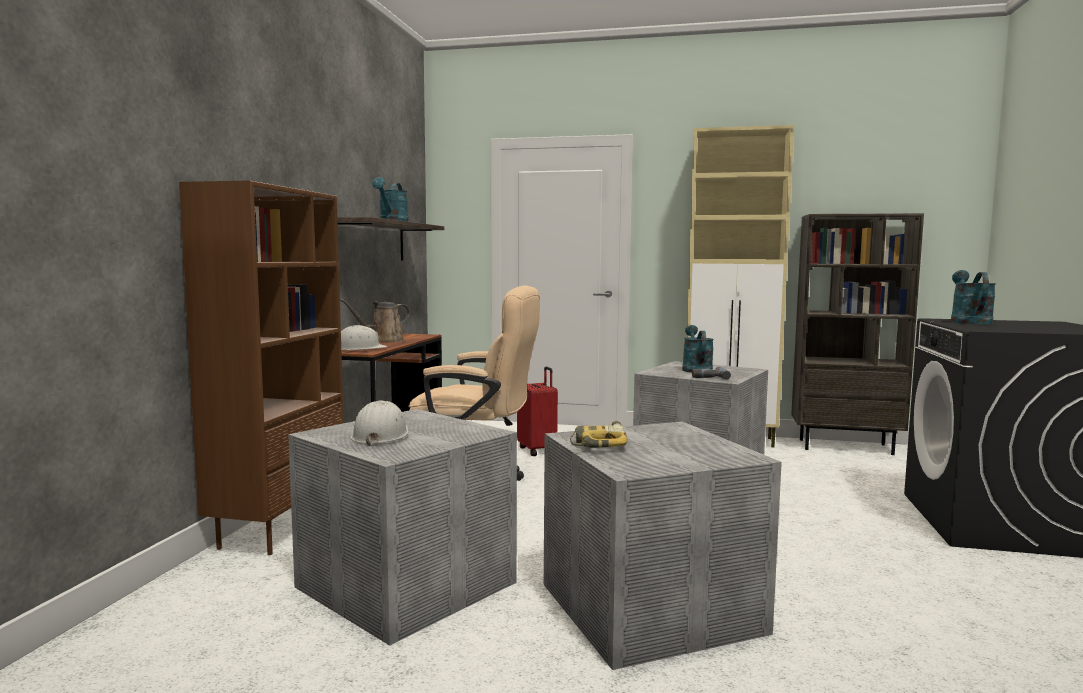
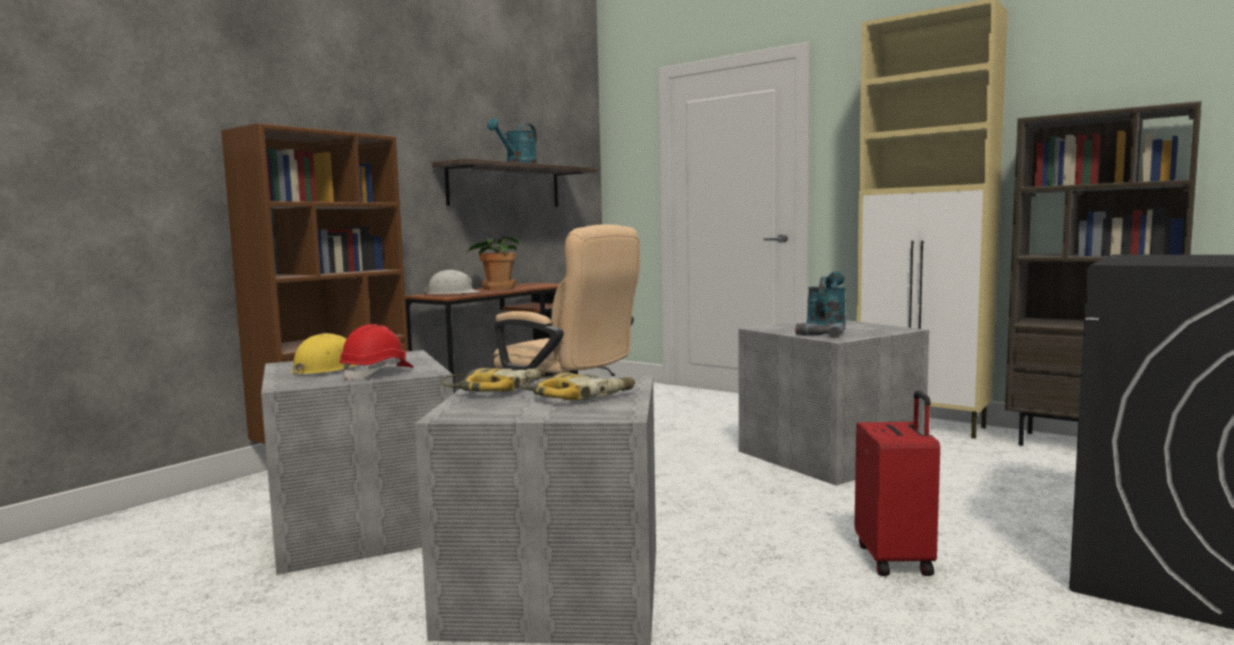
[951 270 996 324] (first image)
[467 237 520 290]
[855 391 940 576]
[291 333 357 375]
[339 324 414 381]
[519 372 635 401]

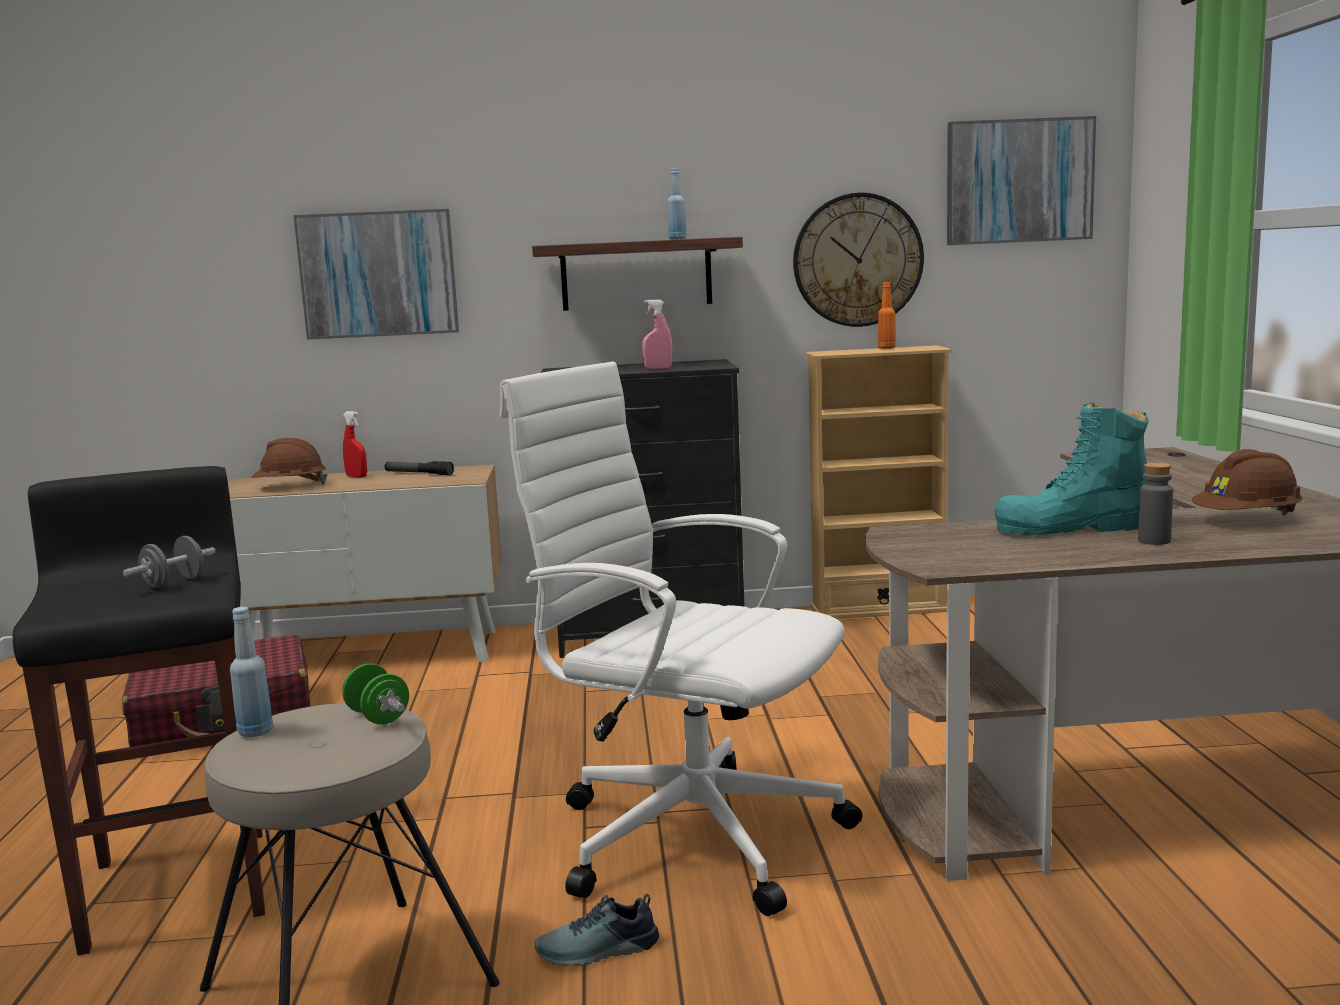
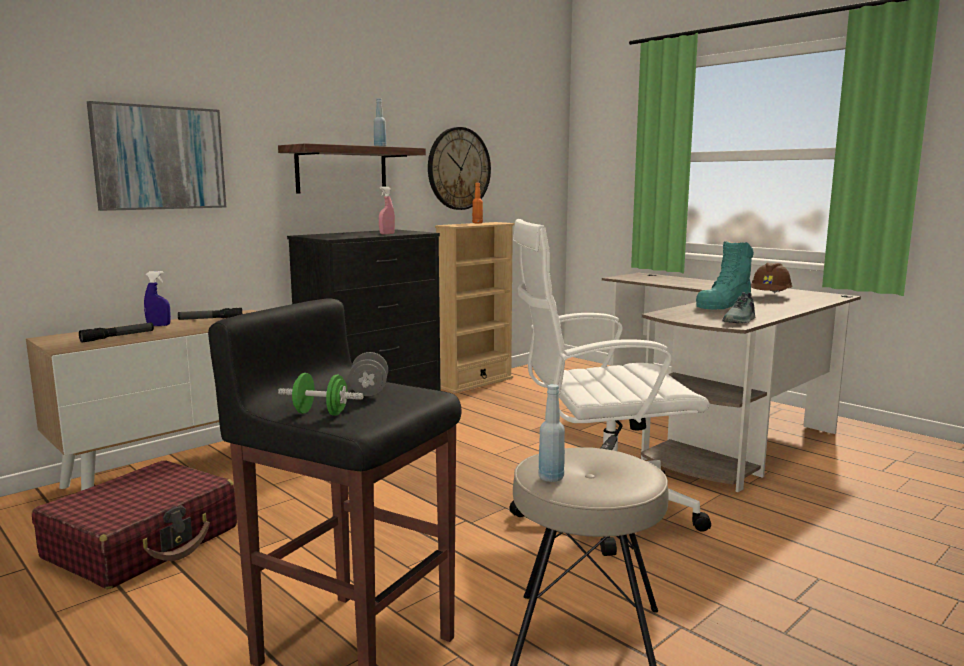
[947 116 1096 245] (first image)
[144 271 171 326]
[79 323 154 342]
[1138 463 1173 545] (first image)
[278 373 364 416]
[722 292 755 323]

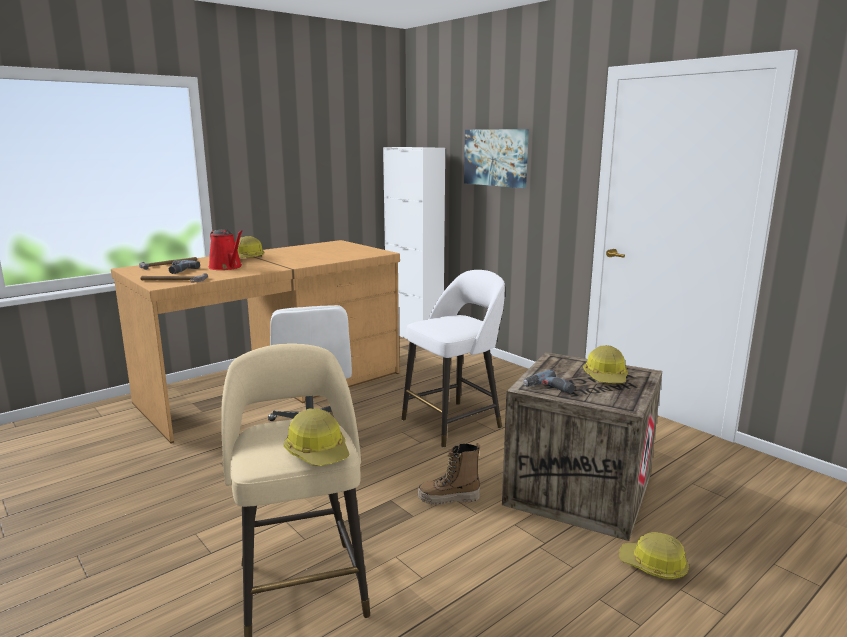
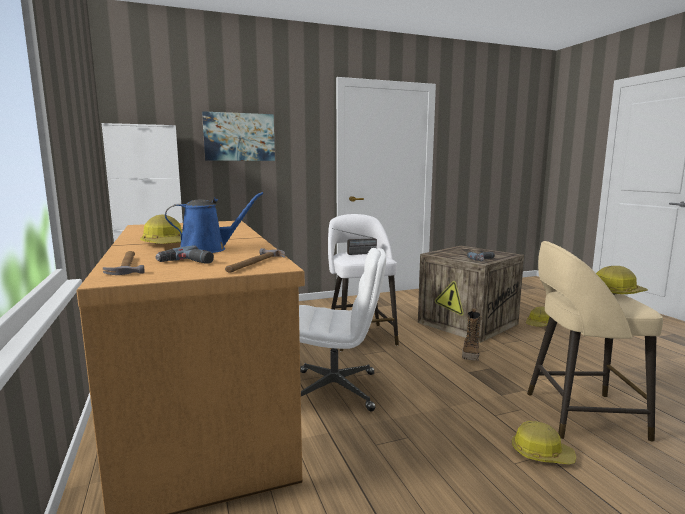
[165 192 263 253]
[512 421 576 465]
[332 228 377 255]

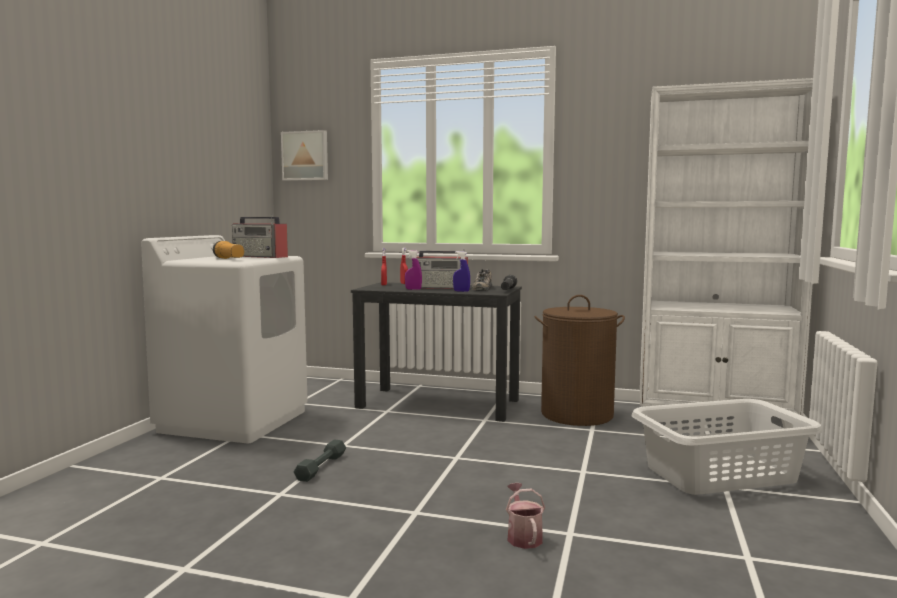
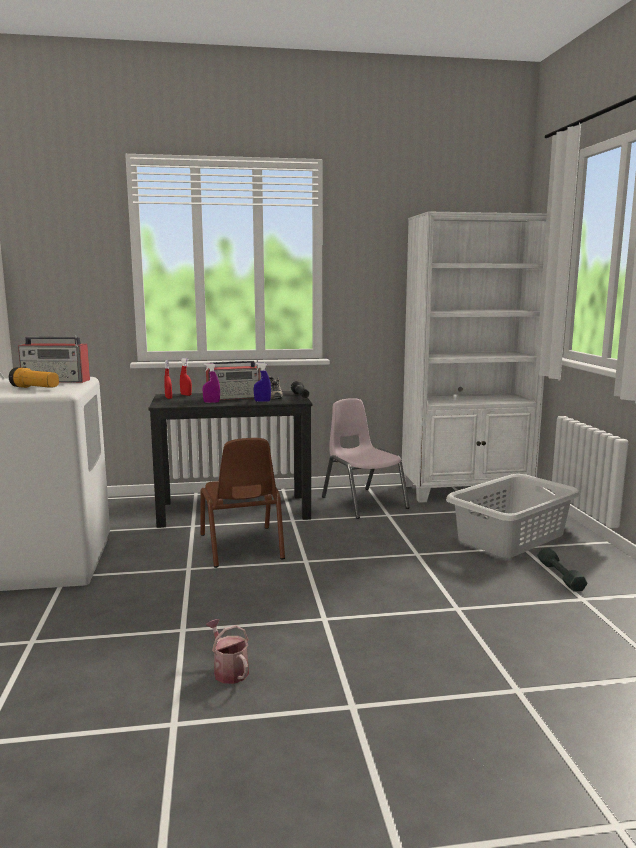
[281 130 328 181] (first image)
[322 398 410 519]
[537 548 588 591]
[206 619 249 684]
[200 438 285 568]

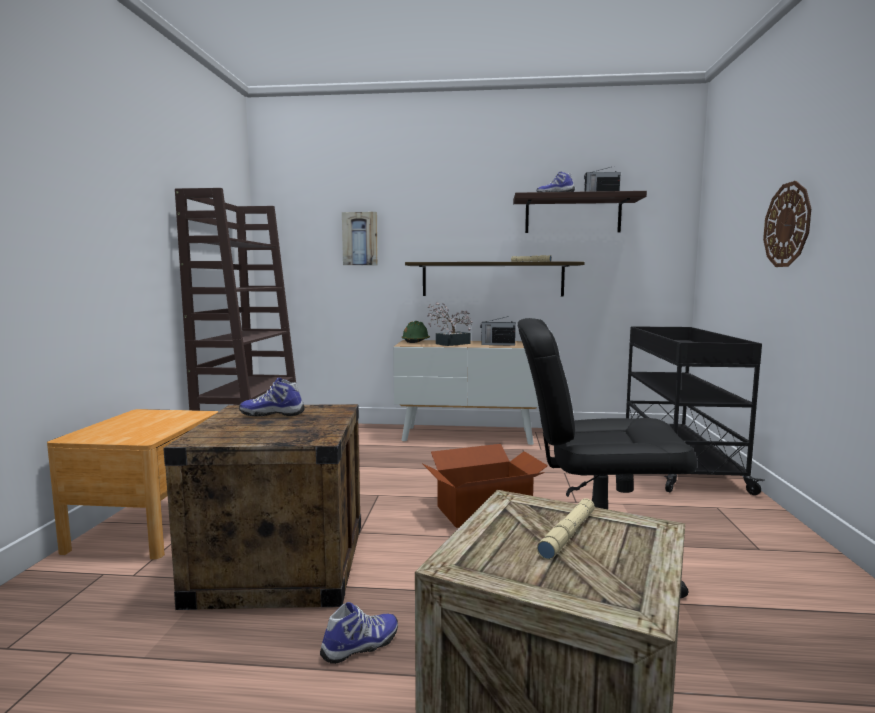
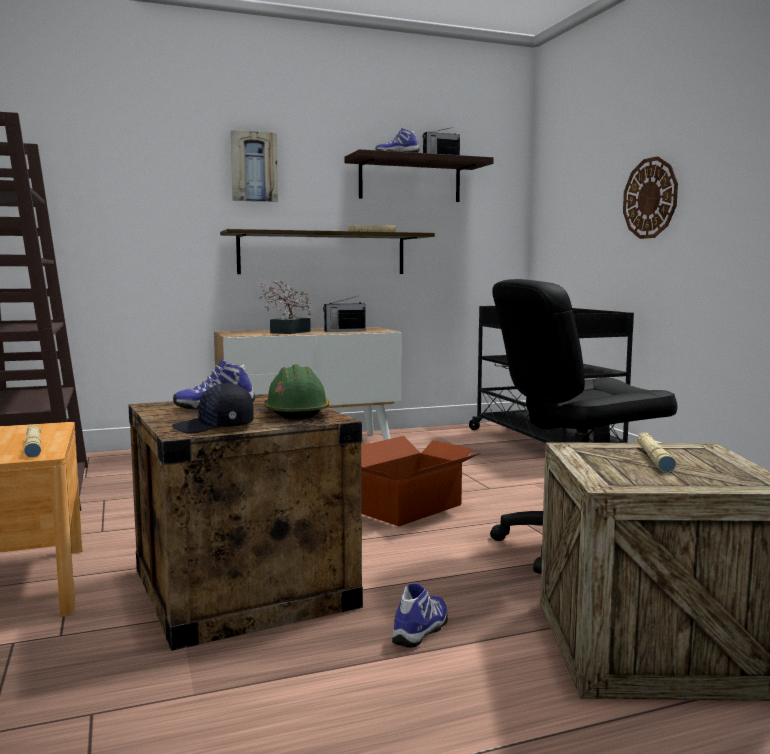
[230 130 278 202]
[264 364 330 420]
[172 383 254 433]
[24 425 41 458]

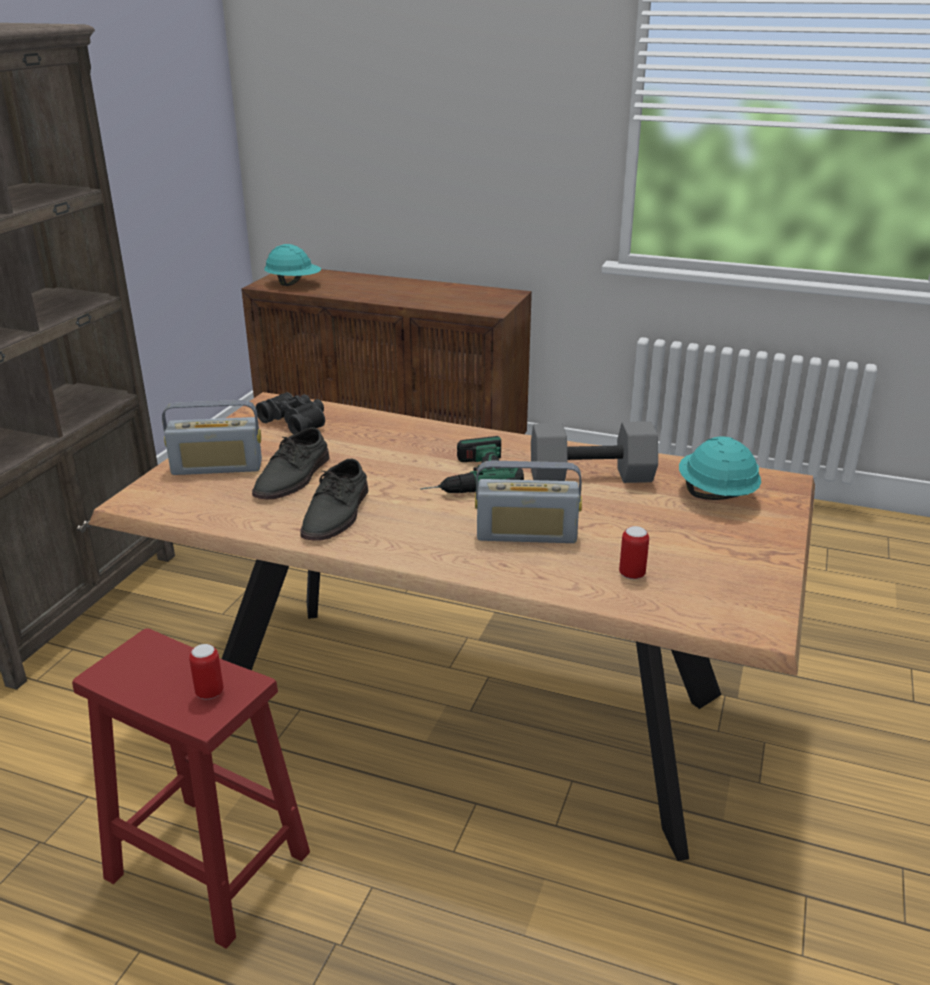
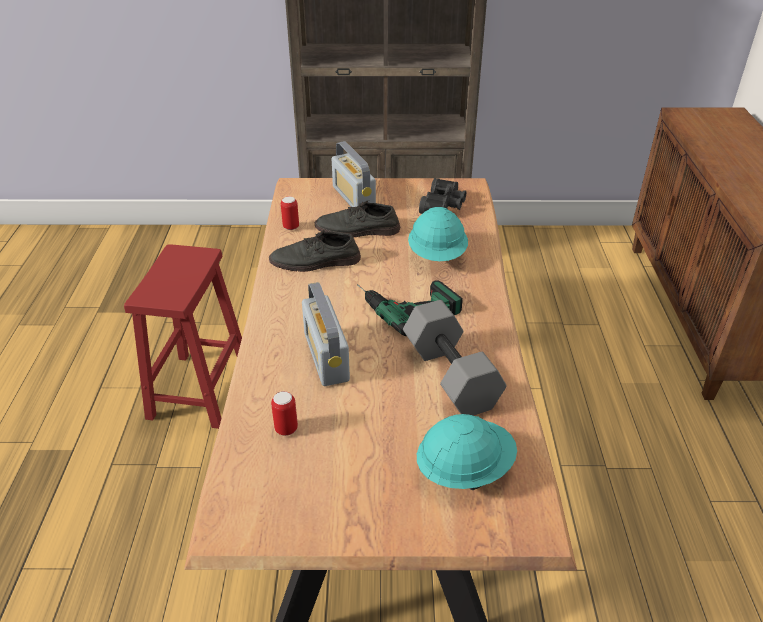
[408 207 468 261]
[281 196 299 230]

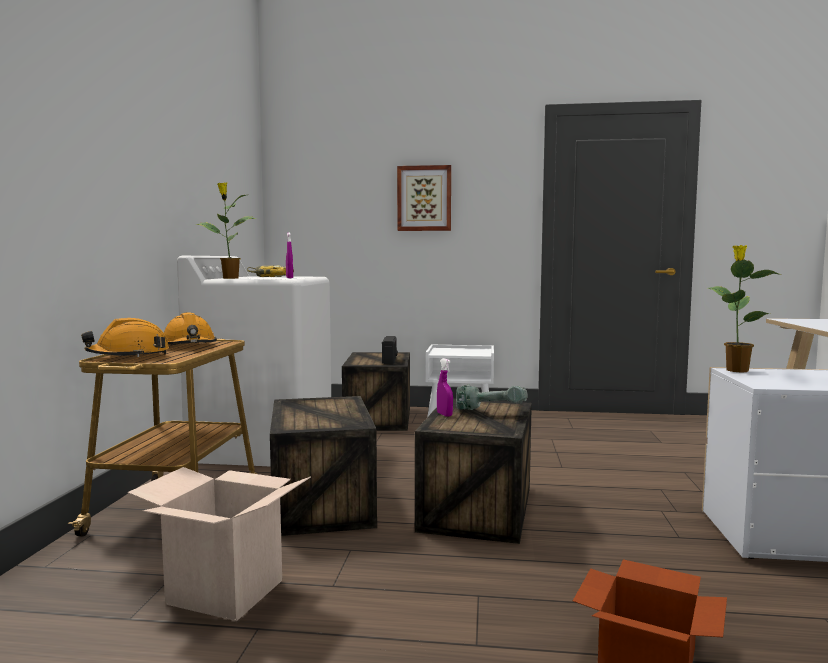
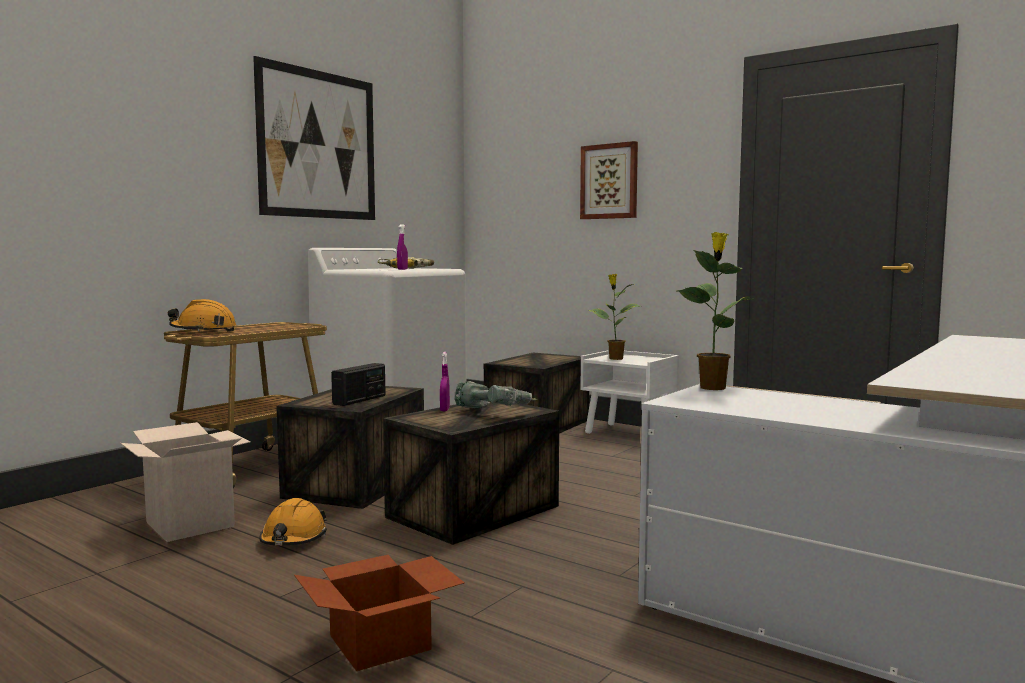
[588 274 640 360]
[259 498 327 545]
[331 363 386 406]
[253 56 375 220]

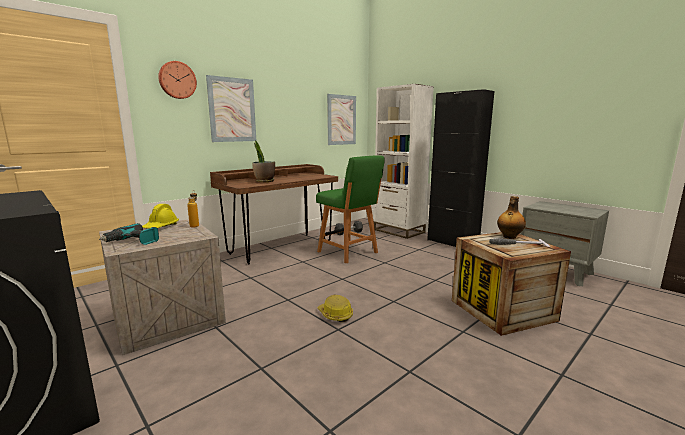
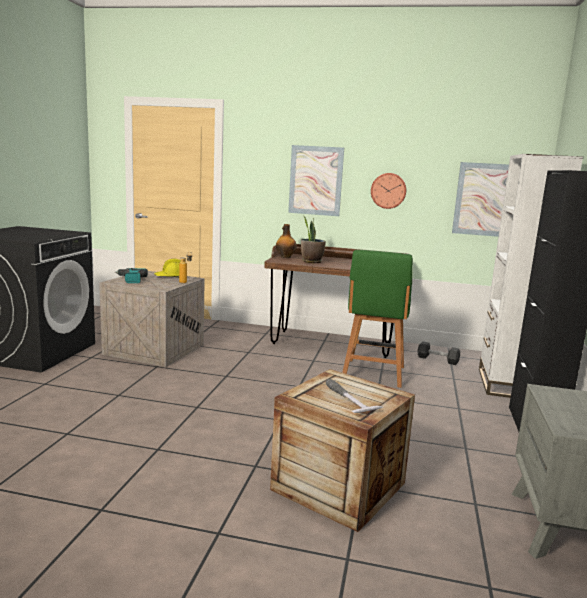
[371 173 406 209]
[276 224 297 258]
[318 294 353 322] (first image)

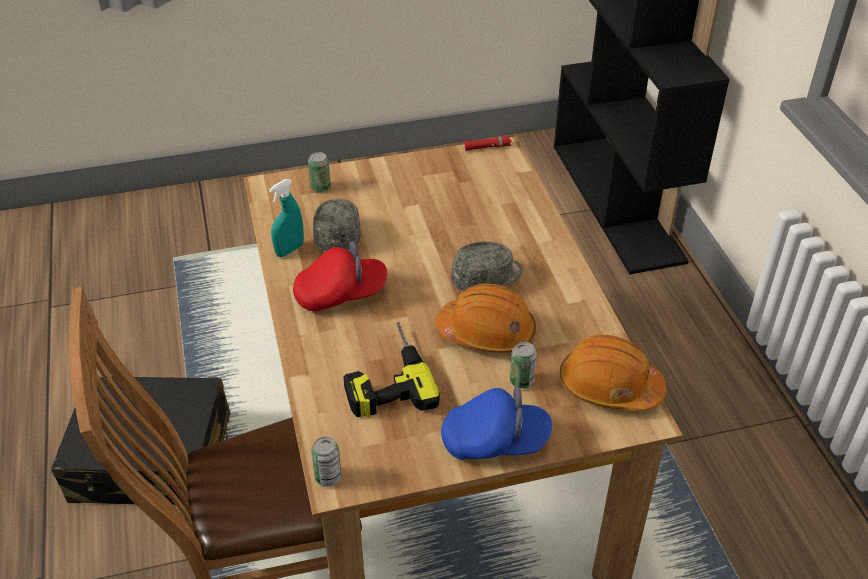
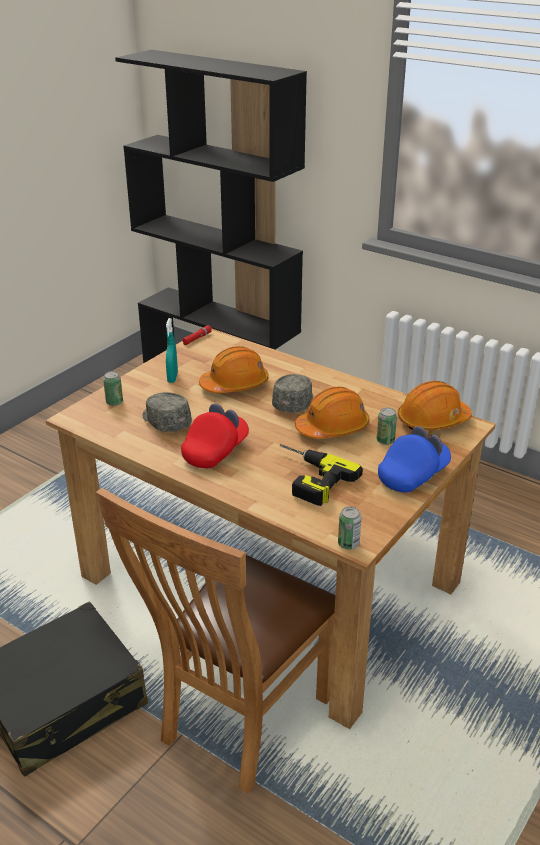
[166 318 178 383]
[199 346 269 393]

